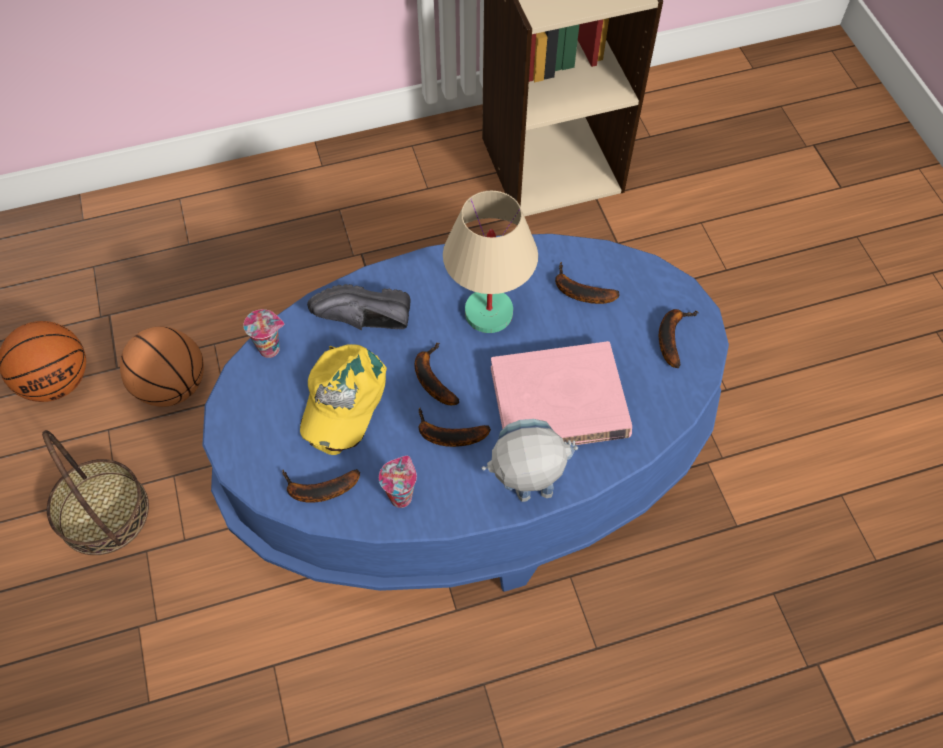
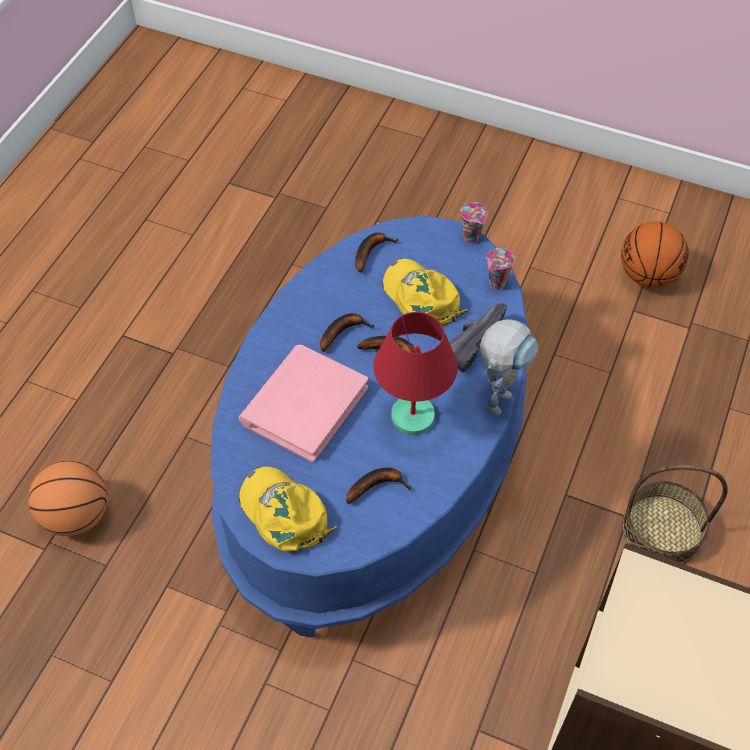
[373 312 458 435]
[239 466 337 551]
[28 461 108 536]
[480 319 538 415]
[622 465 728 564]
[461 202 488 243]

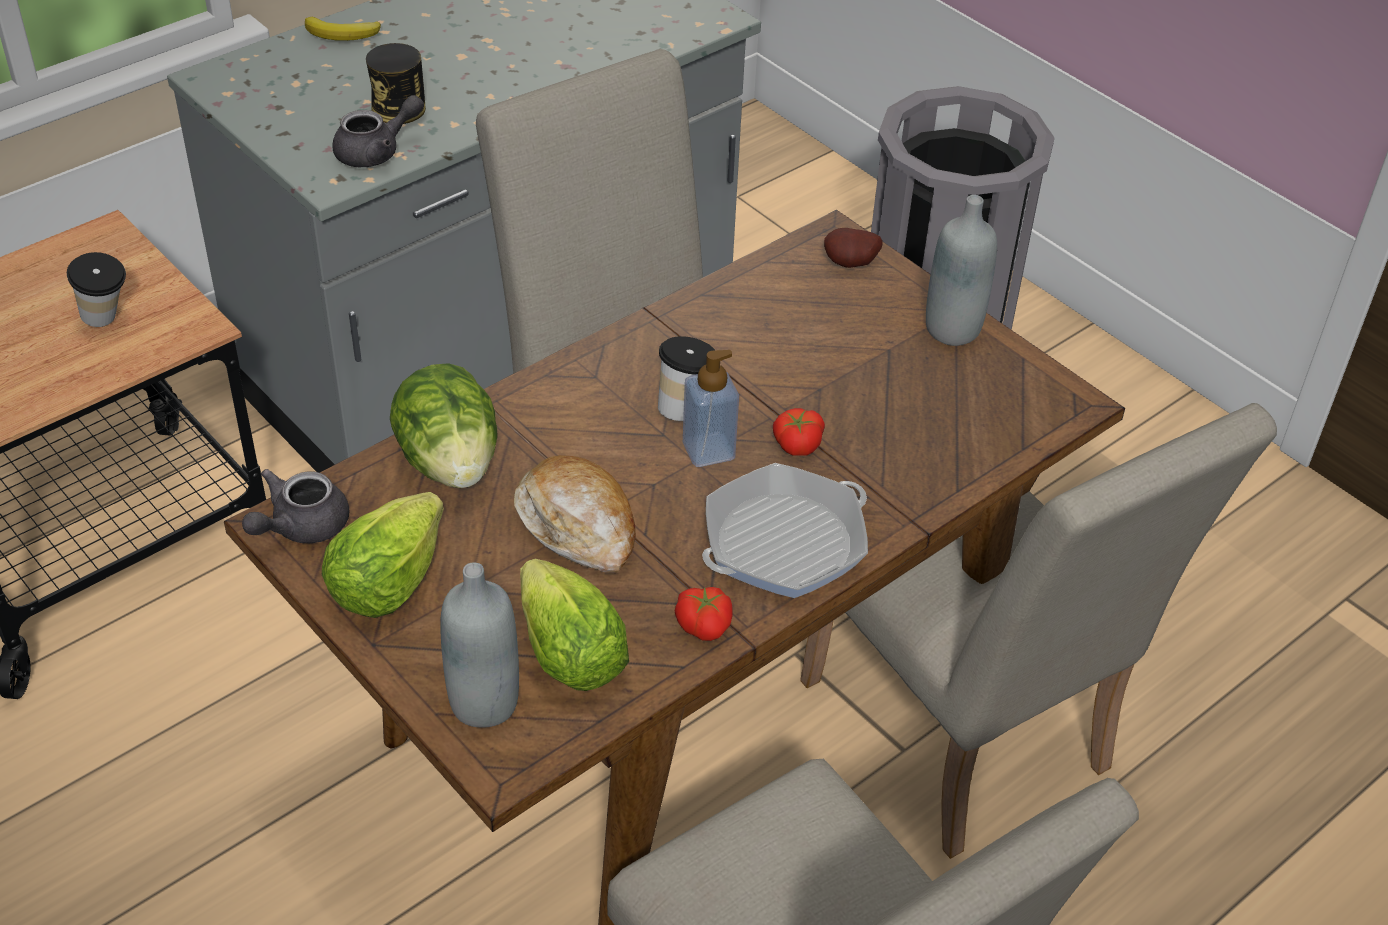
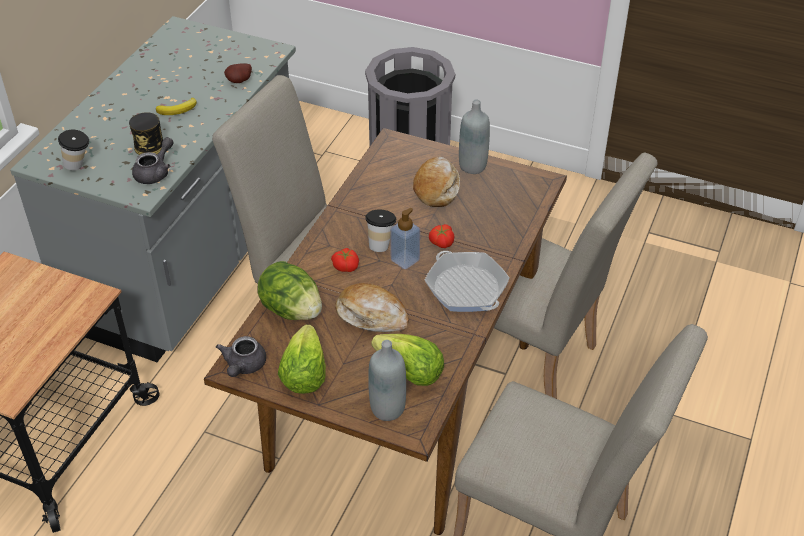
[156 98 197 115]
[224 63 252 83]
[58 130 89 171]
[425 251 510 312]
[331 248 359 272]
[413 156 460 207]

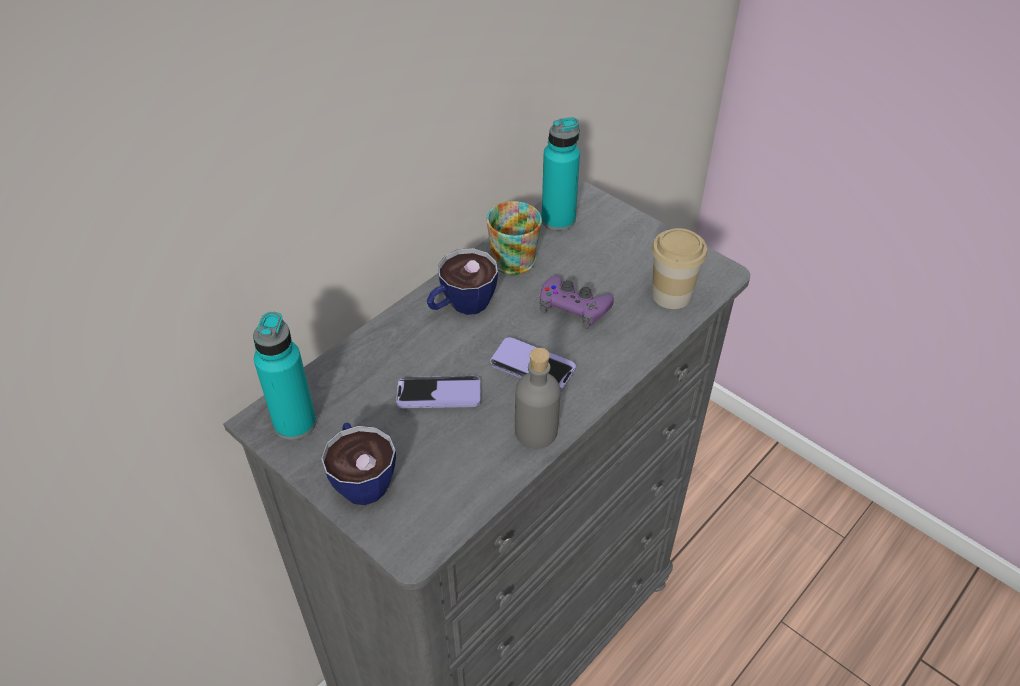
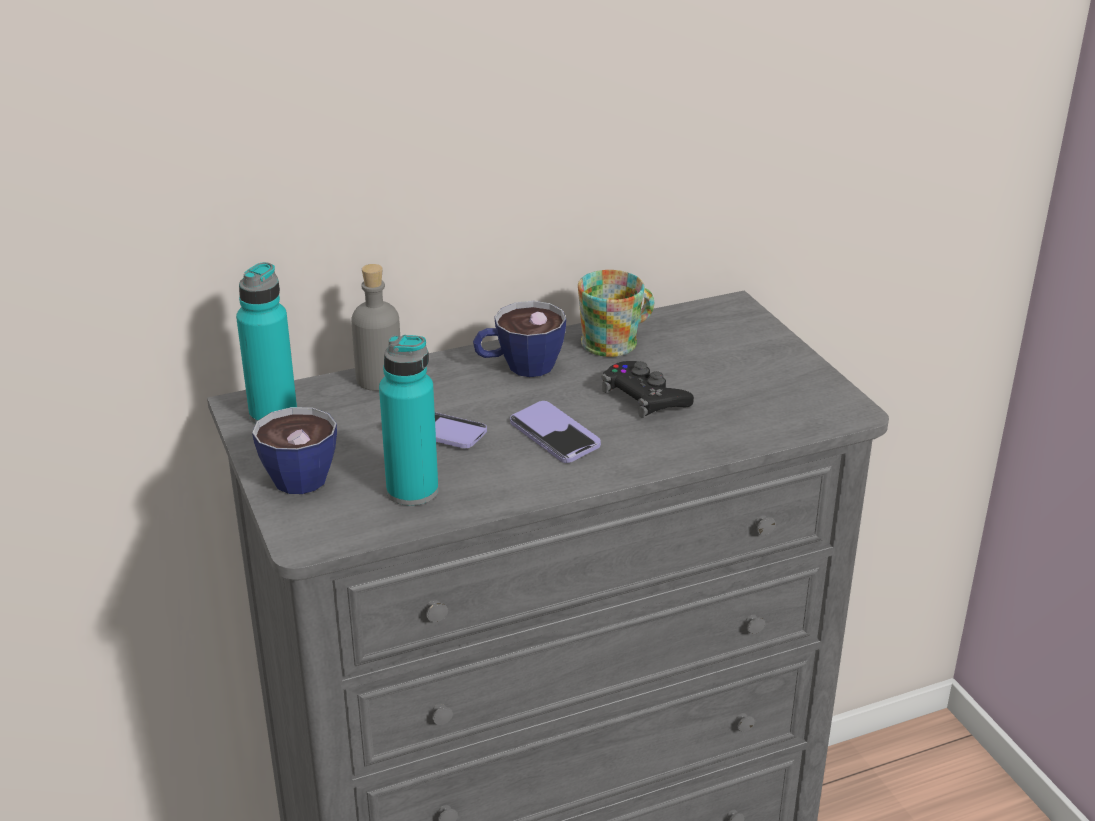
[379 335 438 506]
[652 228 707 309] (first image)
[601 361 694 418]
[352 264 400 391]

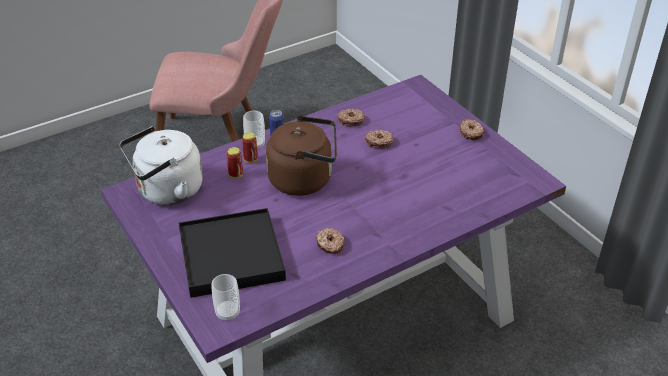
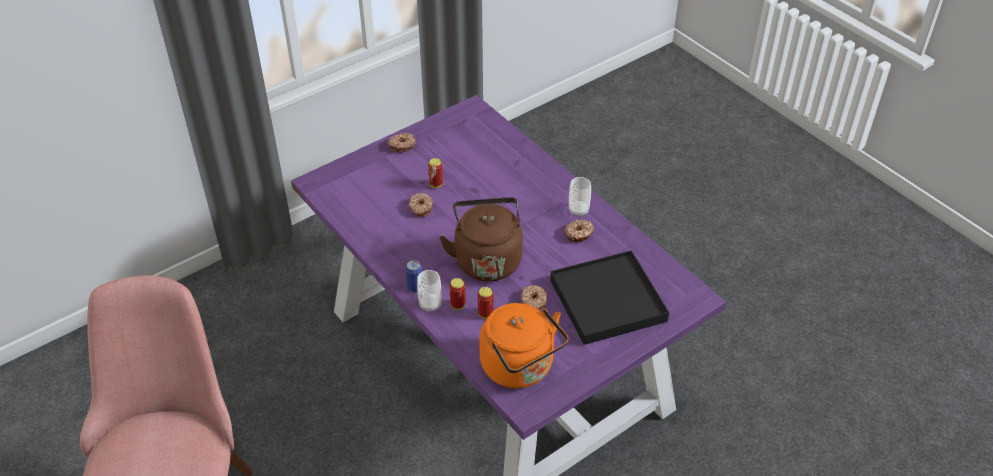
[521 285 548 311]
[479 303 569 388]
[569 177 591 217]
[428 158 443 188]

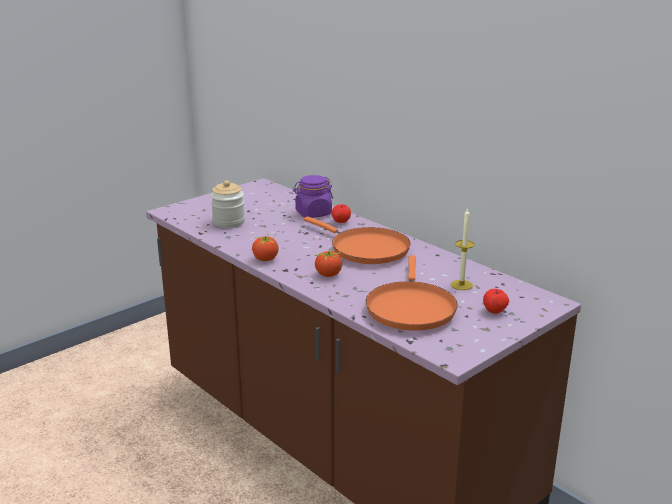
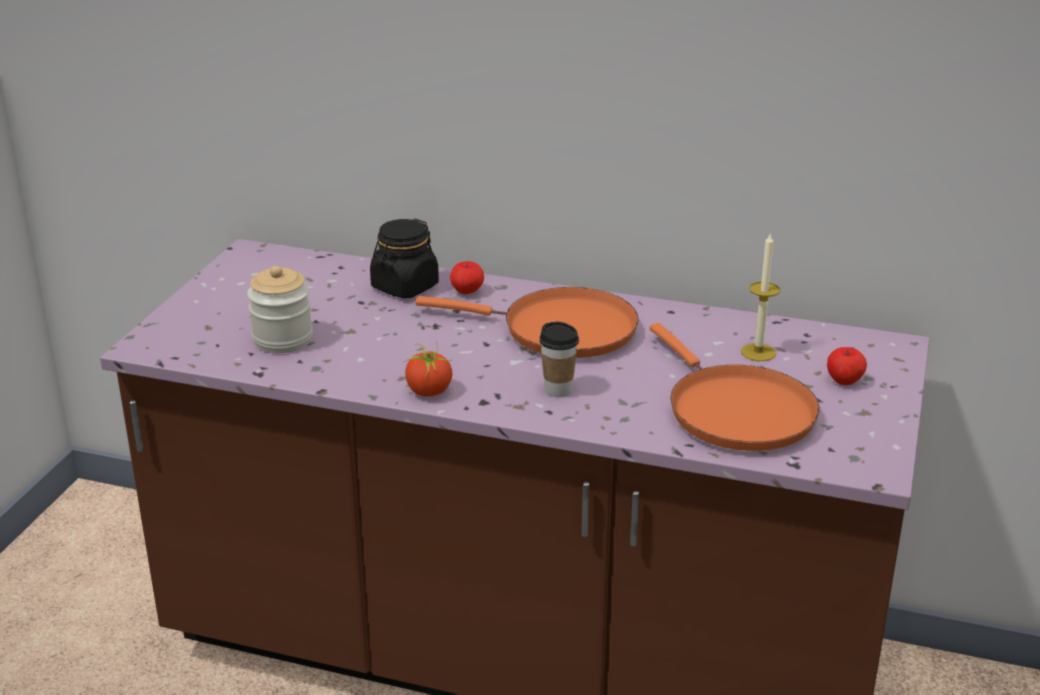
[370 219 439 298]
[539 322 579 397]

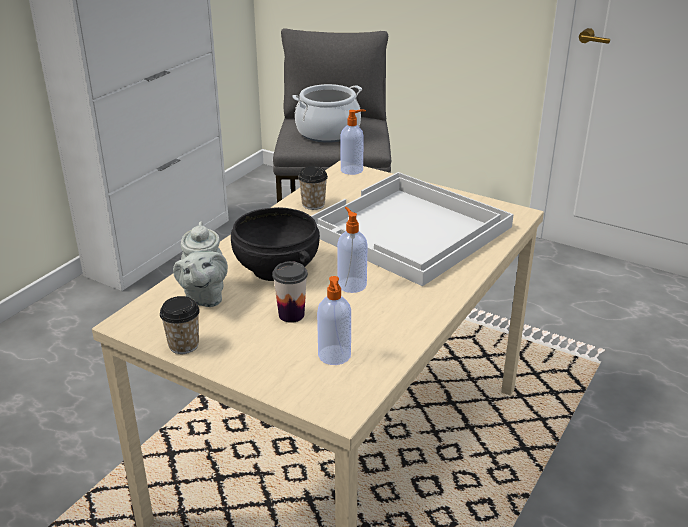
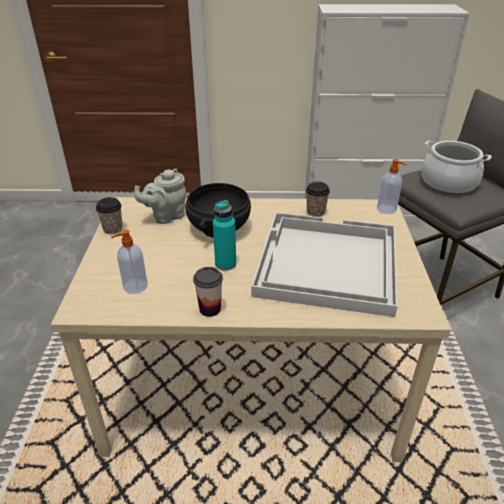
[213 200 236 271]
[193 267 223 317]

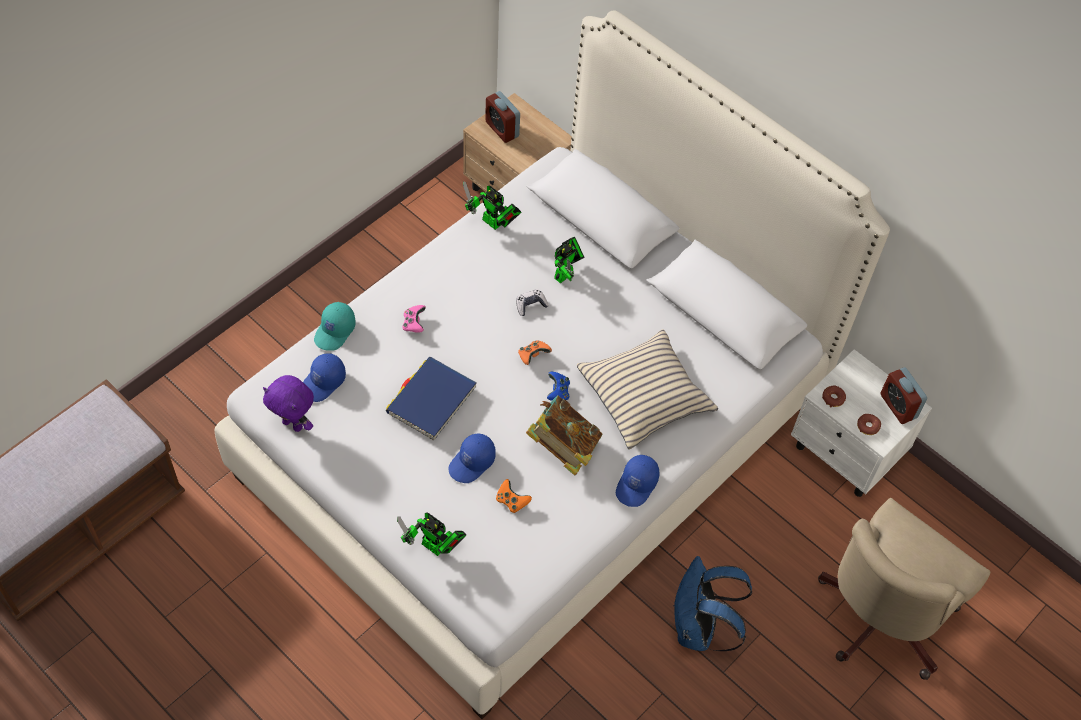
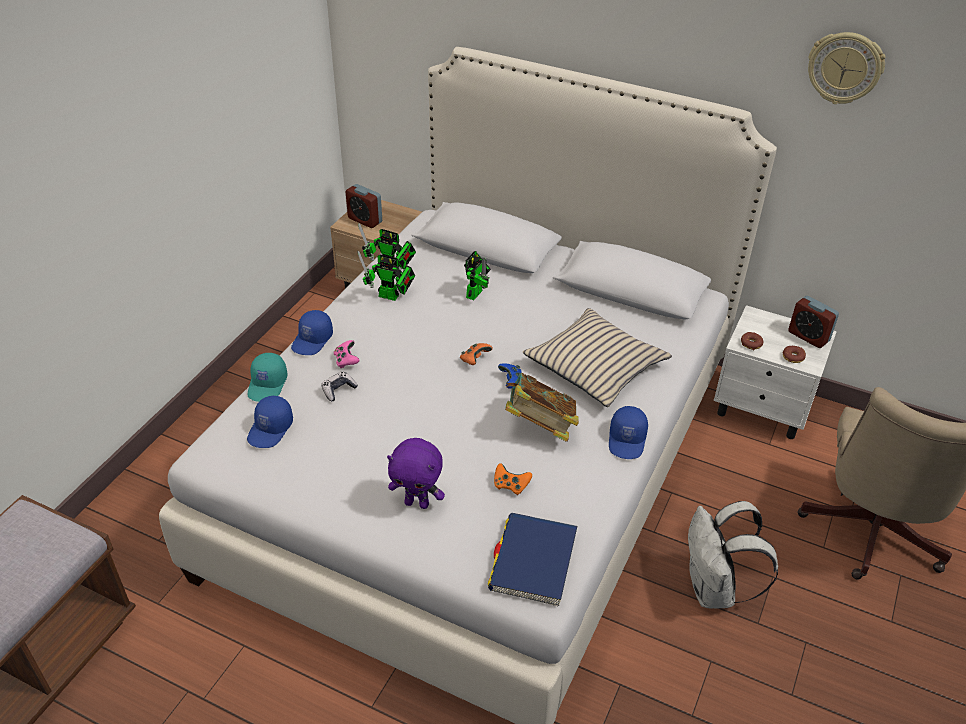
[321 371 358 401]
[488 513 577 606]
[387 438 445 509]
[291 310 333 355]
[357 251 415 301]
[688 501 778 609]
[808 32 885 104]

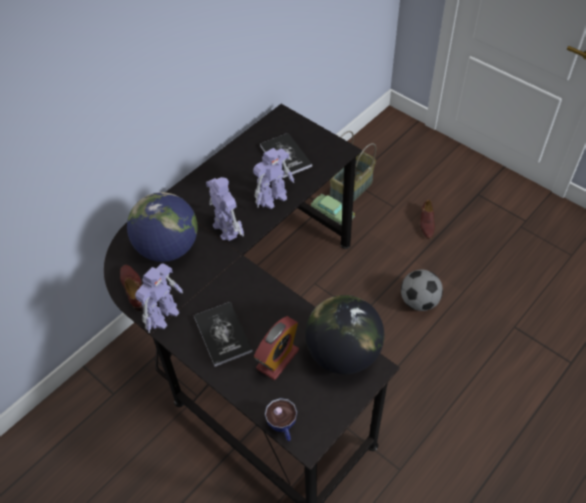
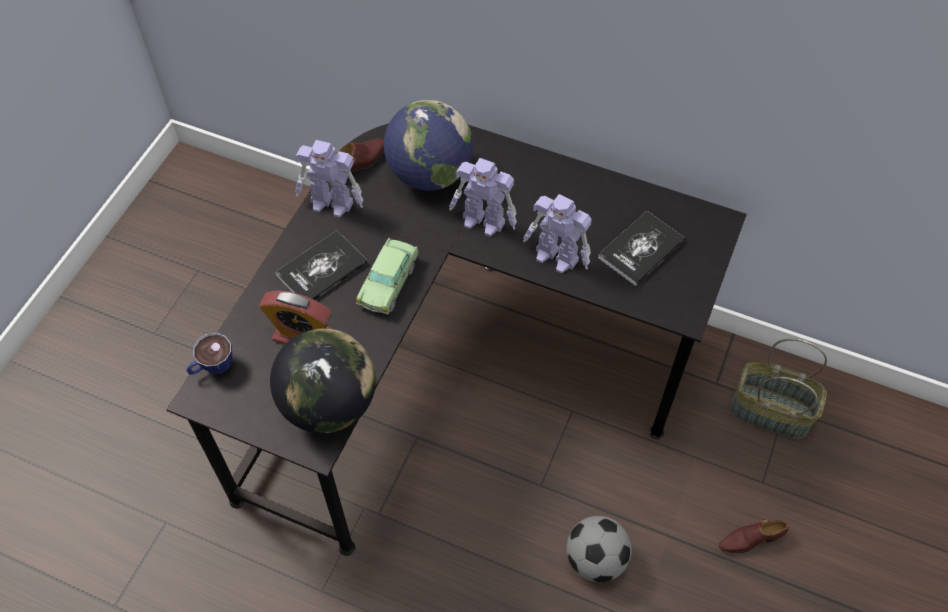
[449 158 517 237]
[356 238 418 315]

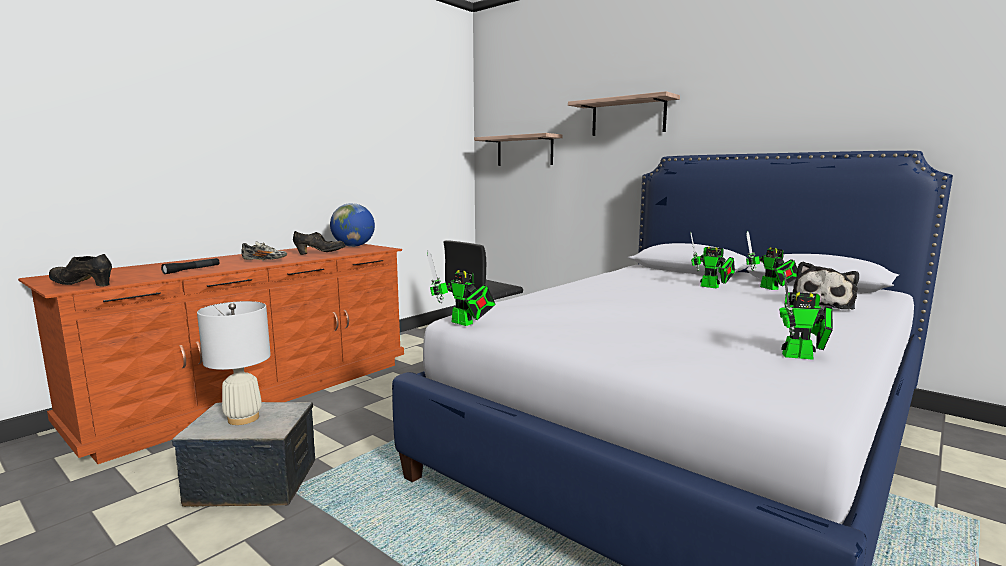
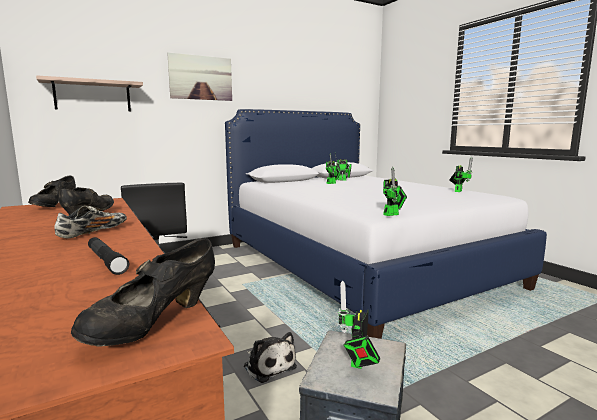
[167 52 232 101]
[28 175 76 207]
[244 332 297 383]
[338 281 381 369]

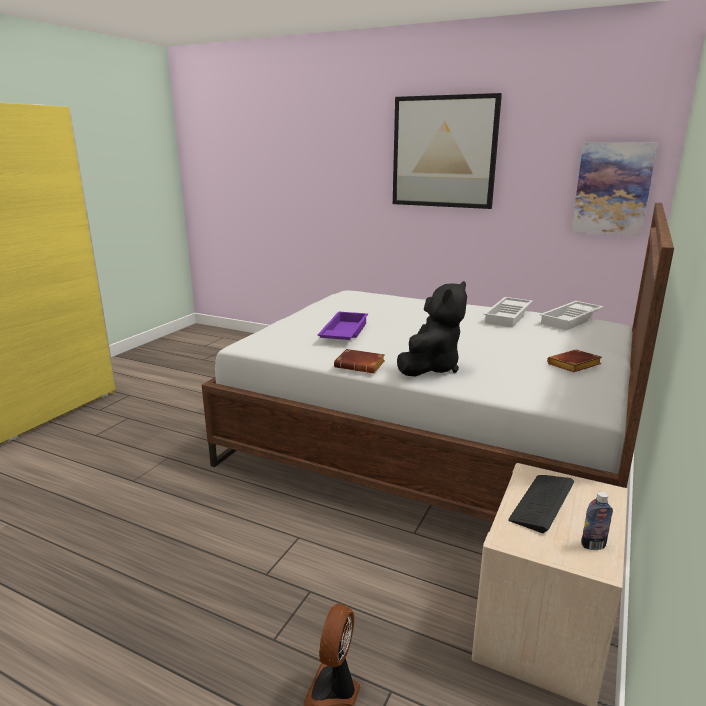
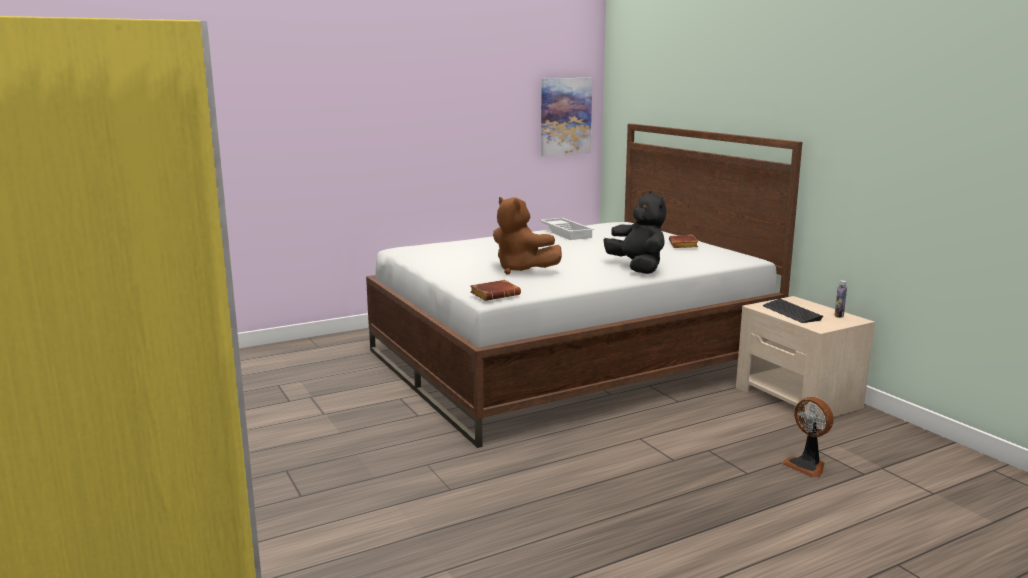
[393 93 502 209] (first image)
[540 301 604 330] (first image)
[493 197 562 275]
[470 280 521 301]

